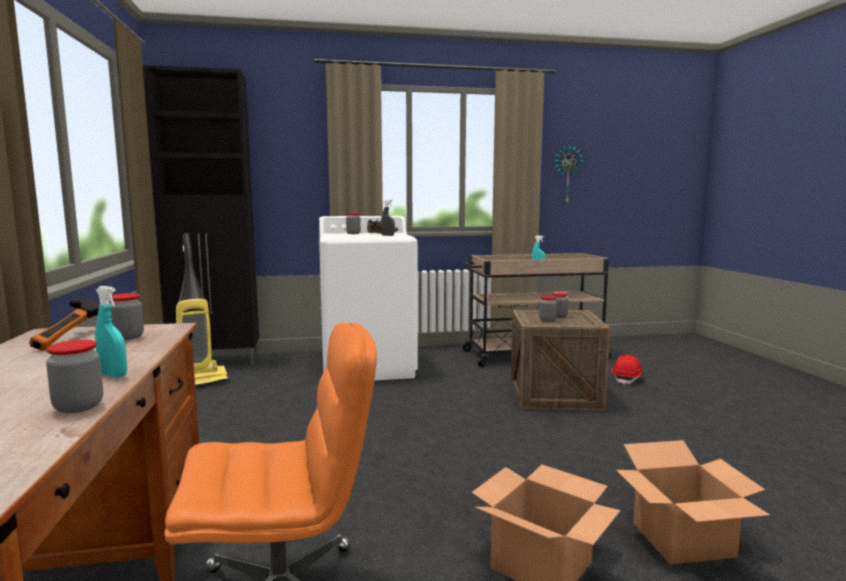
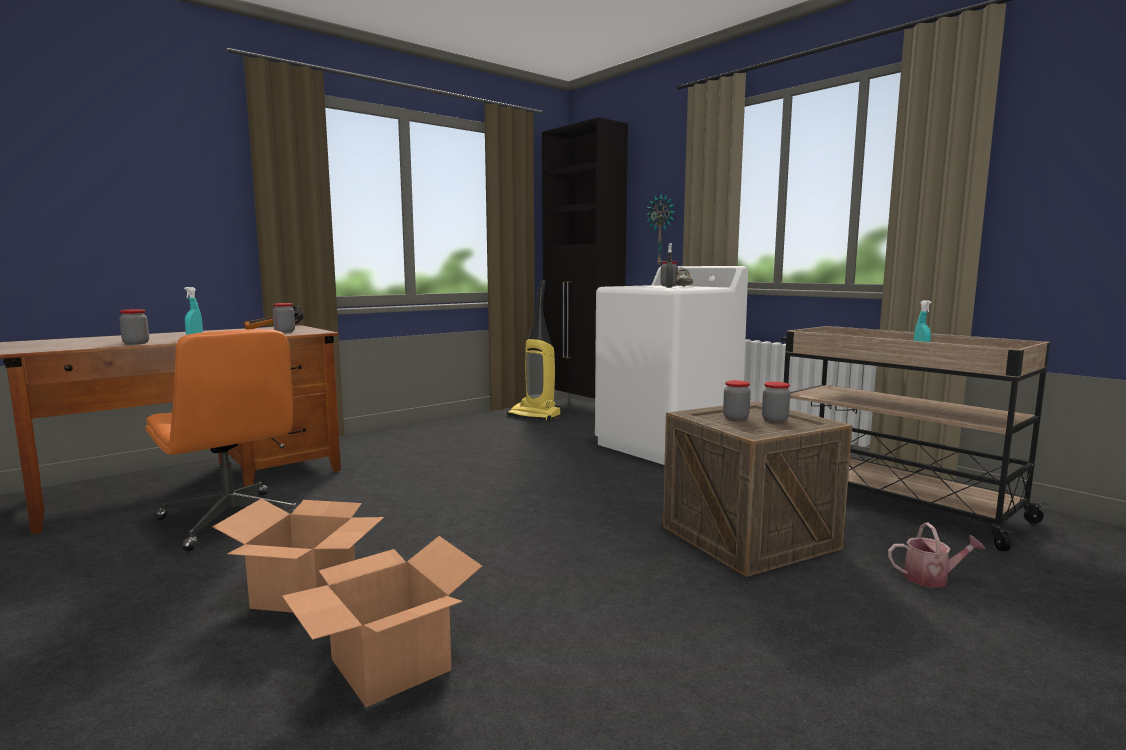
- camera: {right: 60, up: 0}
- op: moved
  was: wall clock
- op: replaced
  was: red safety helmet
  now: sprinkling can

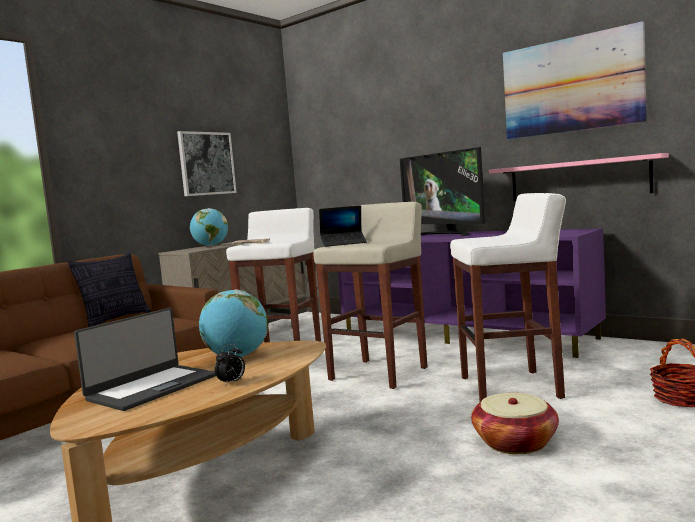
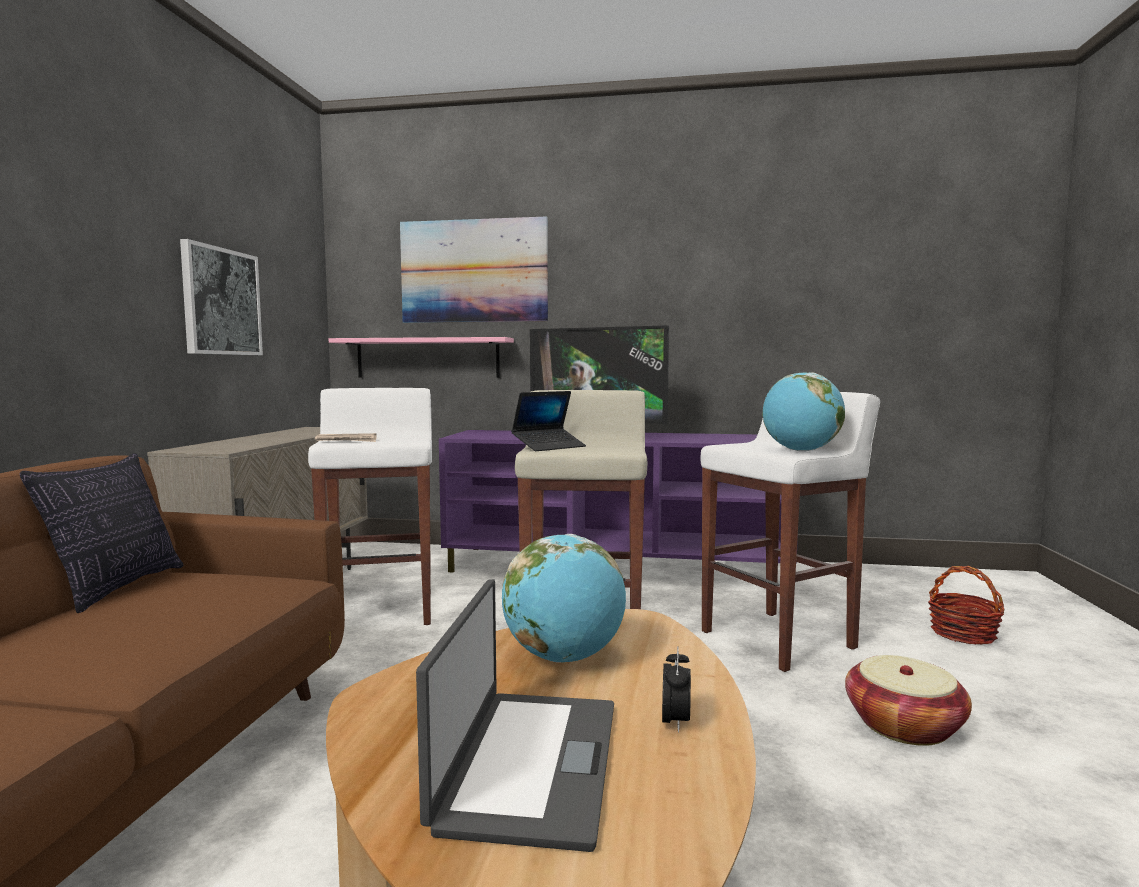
- camera: {right: -30, up: 0}
- op: moved
  was: wall art (2nd from left)
- op: moved
  was: pink-coloured shelf
- op: moved
  was: desk globe (1st from left in the first image)
  now: desk globe (2nd from left)

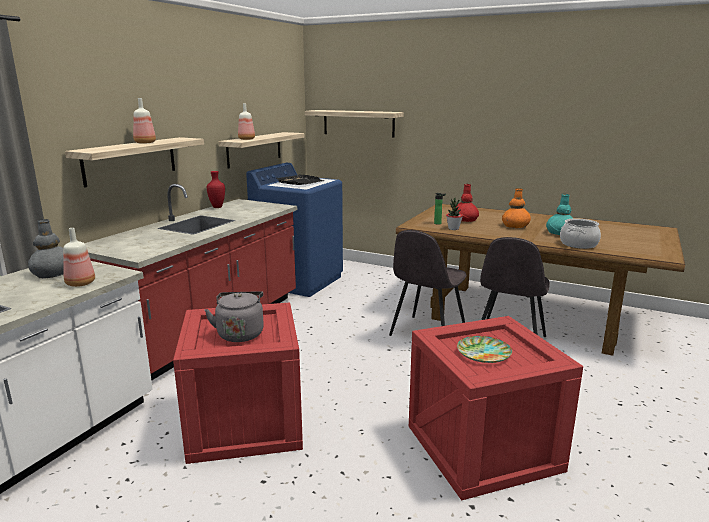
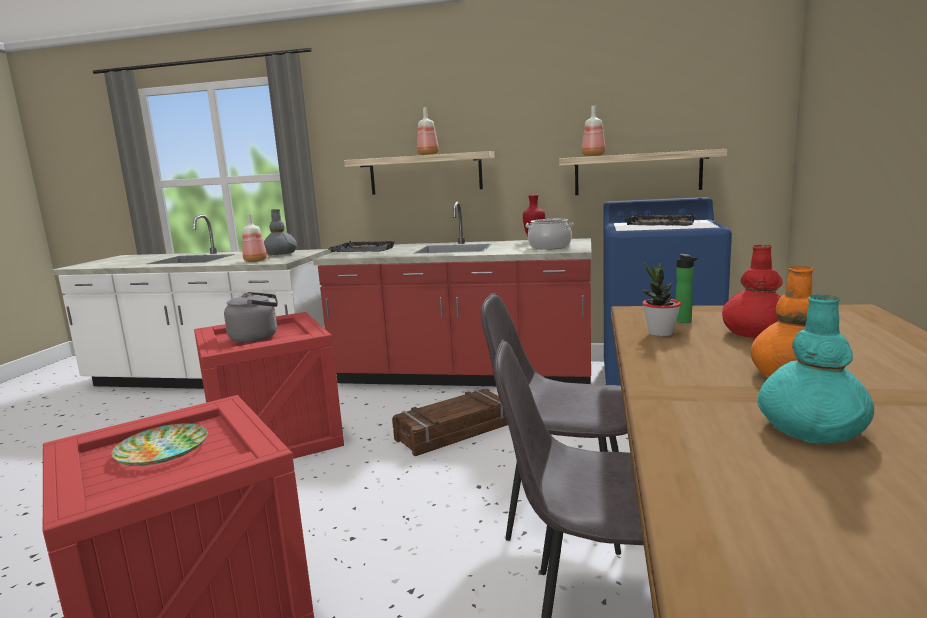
- camera: {right: 75, up: -5}
- op: removed
  was: shelf (3rd from left)
- op: moved
  was: stockpot
- op: added
  now: black serving tray (1st from left)
- op: added
  now: packing crate (3rd from left)

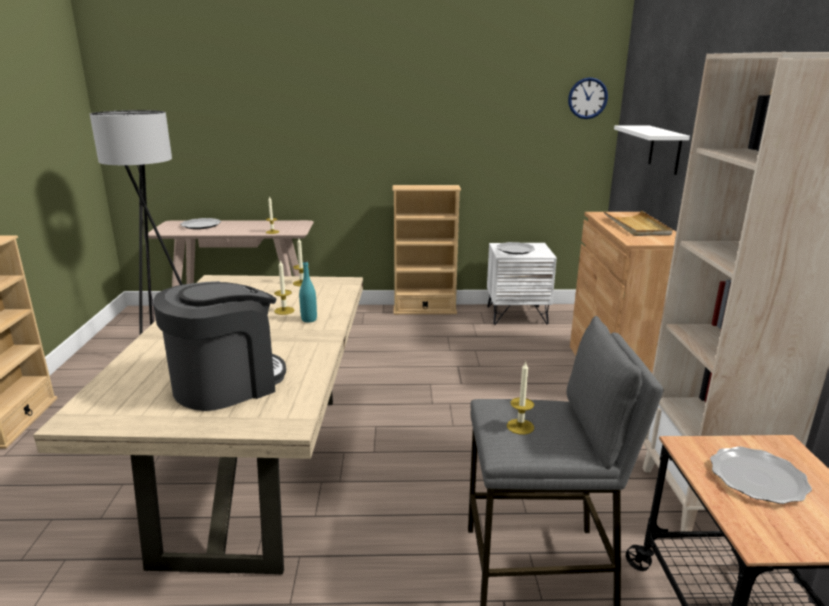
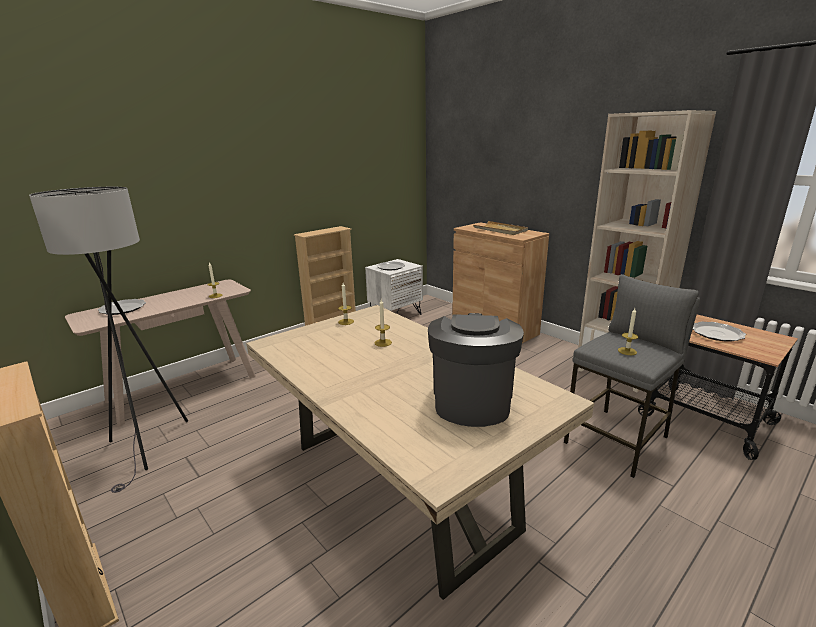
- camera: {right: -40, up: 0}
- op: removed
  was: wall clock
- op: removed
  was: white-coloured shelf
- op: removed
  was: turquoise bottle

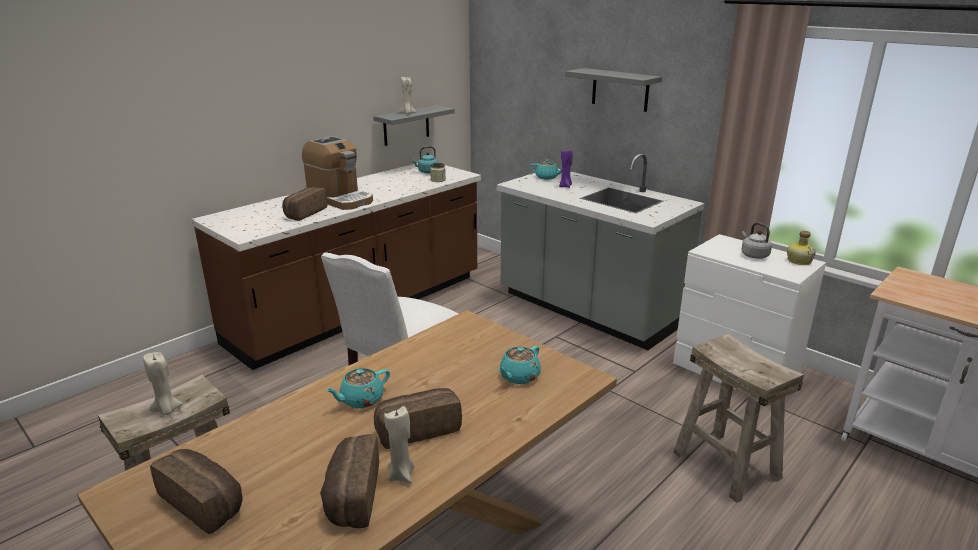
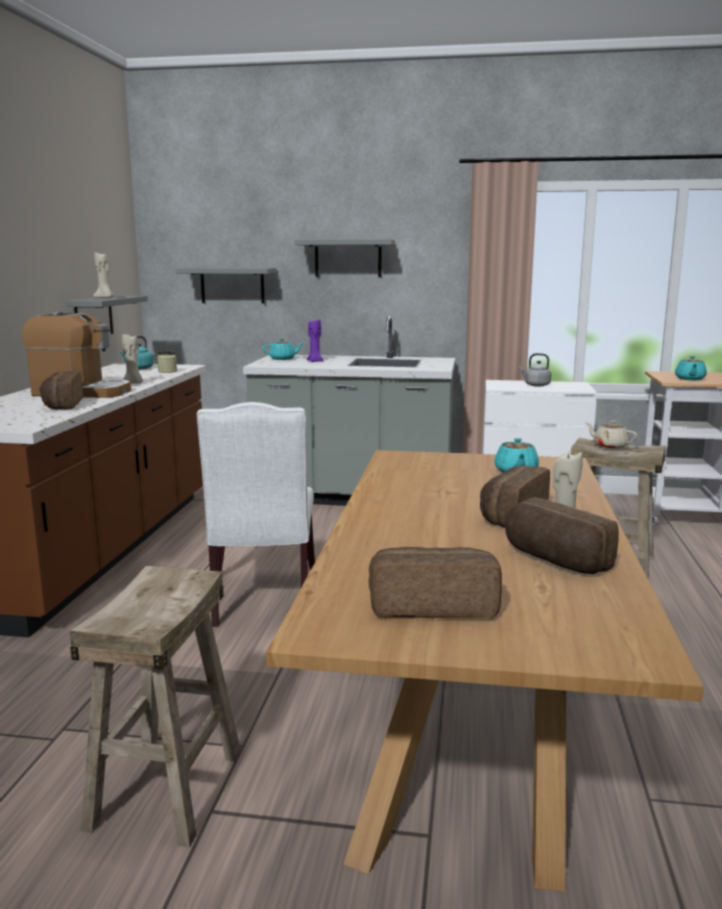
- camera: {right: -35, up: -10}
- op: removed
  was: bottle
- op: moved
  was: sand-coloured wax candle (1st from left in the first image)
  now: sand-coloured wax candle (2nd from left)
- op: moved
  was: turquoise tea pot (1st from left in the first image)
  now: turquoise tea pot (3rd from left)
- op: added
  now: greyish shelf (2nd from left)
- op: added
  now: sand-coloured tea pot

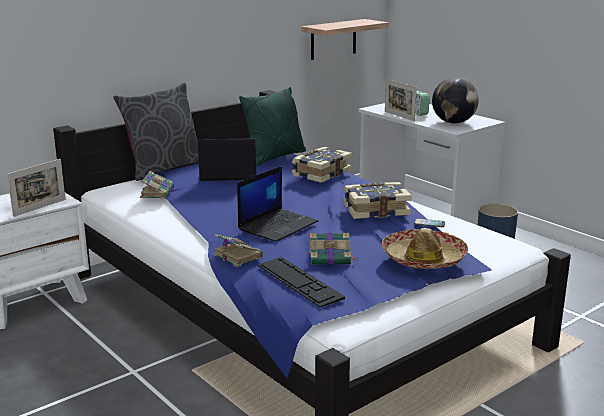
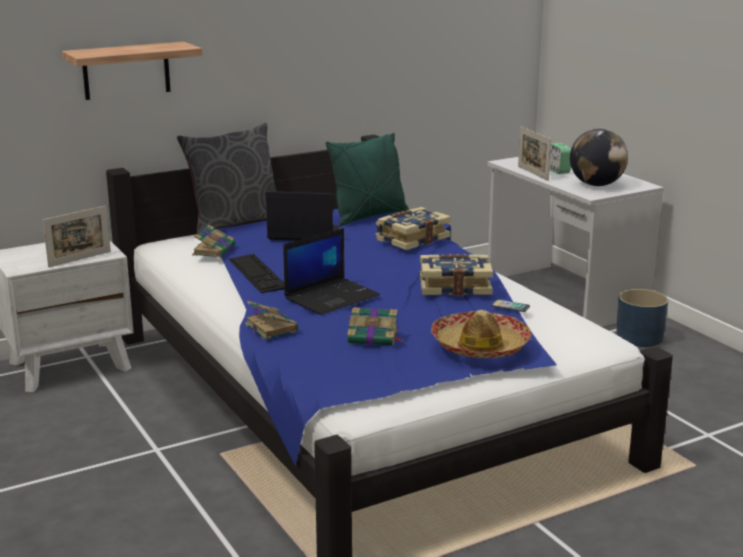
- camera: {right: 10, up: 0}
- op: moved
  was: shelf
- op: moved
  was: PC keyboard

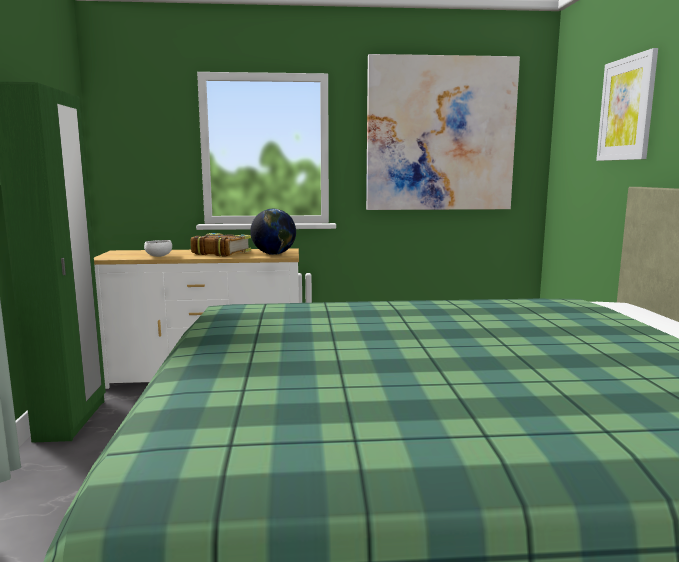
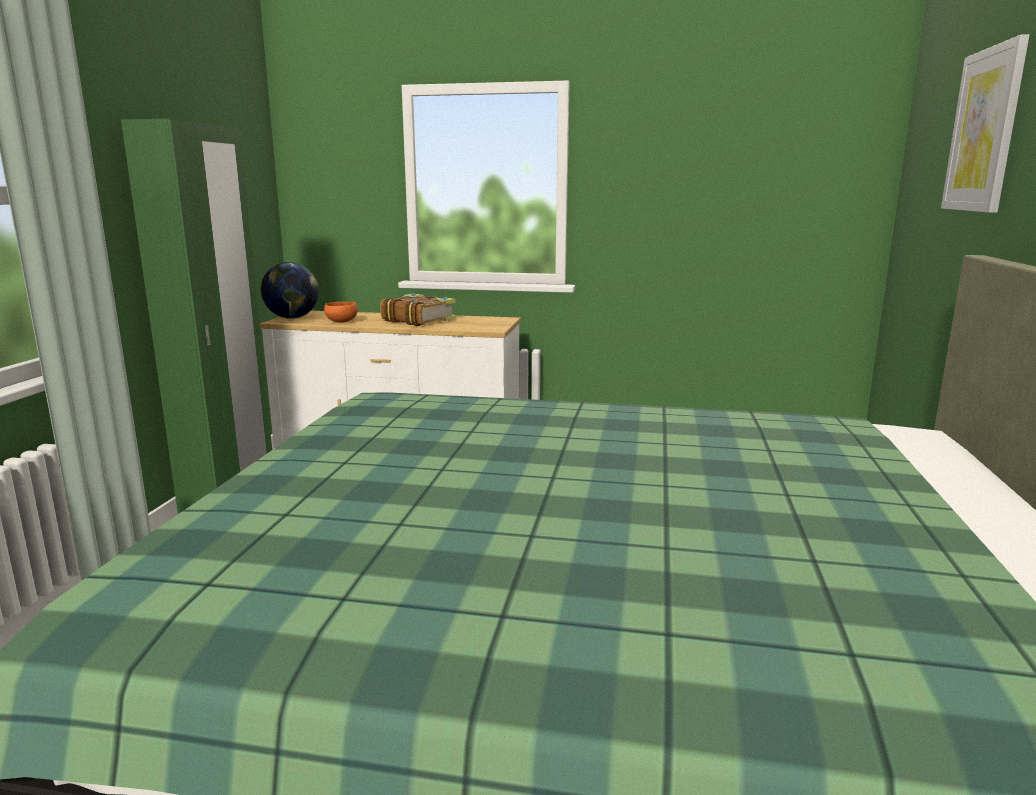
- camera: {right: 15, up: 5}
- op: removed
  was: wall art (1st from left)
- op: moved
  was: desk globe
- op: recoloured
  was: white-coloured bowl
  now: orange-coloured bowl

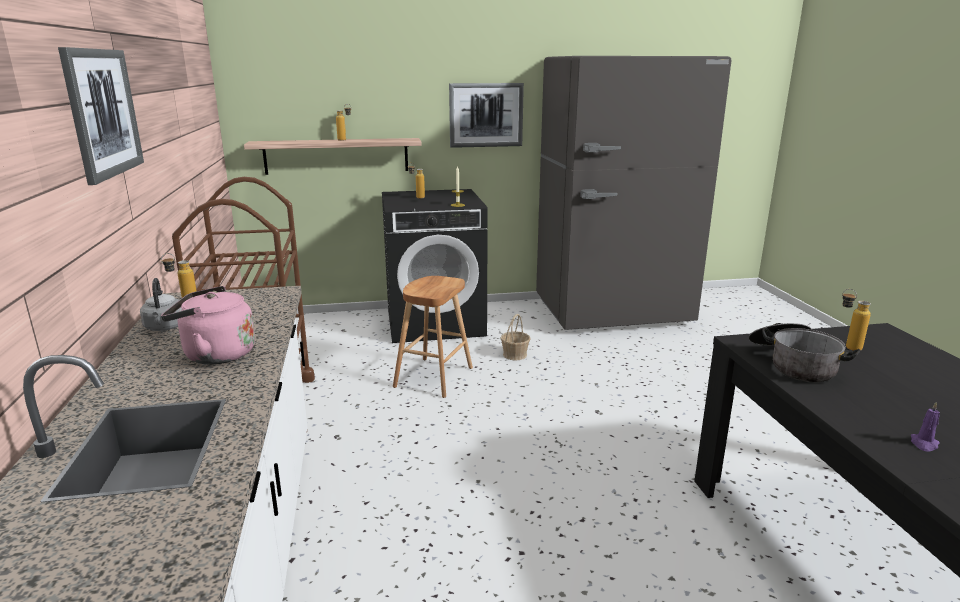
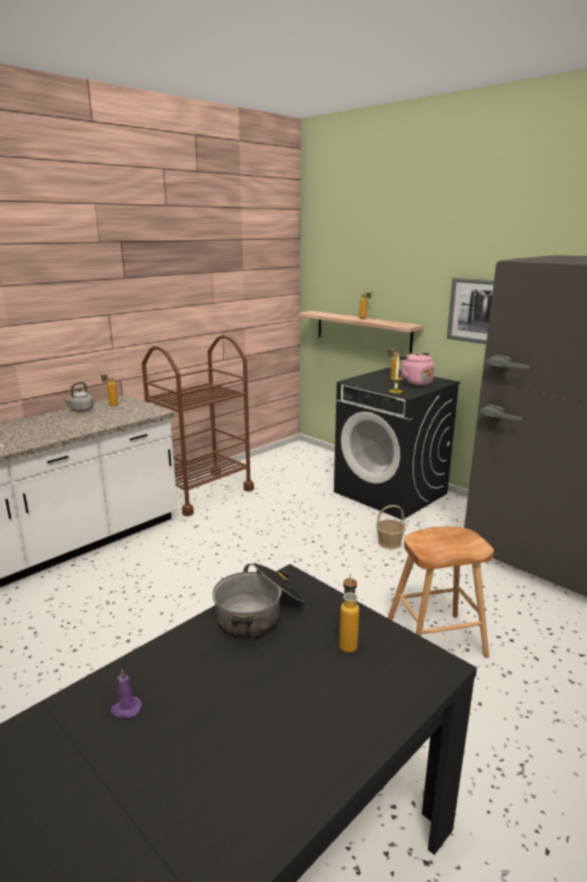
- camera: {right: 55, up: 0}
- op: removed
  was: wall art (1st from left)
- op: moved
  was: brown stool
- op: moved
  was: pink-coloured kettle

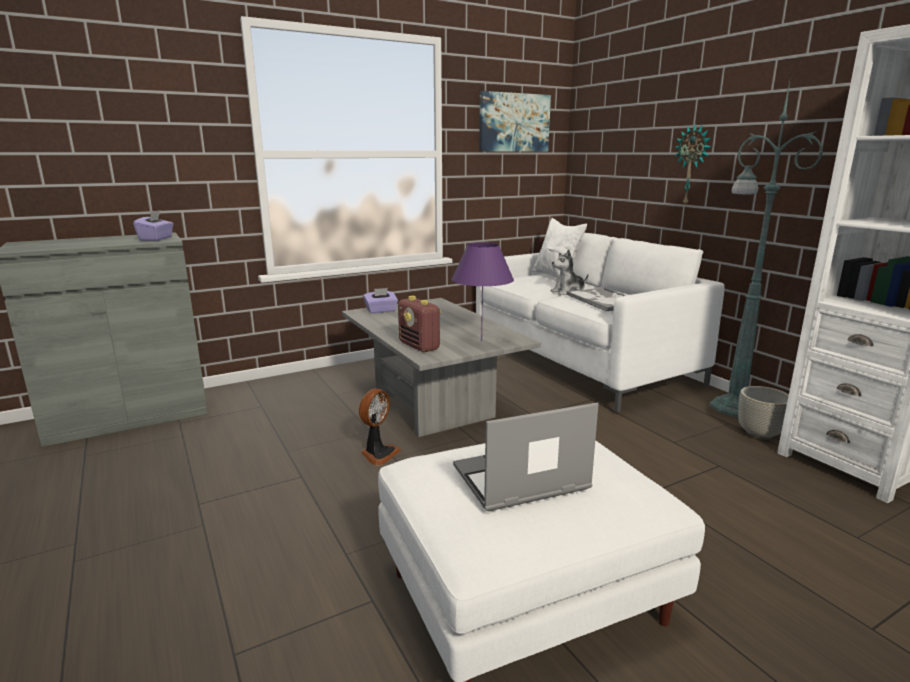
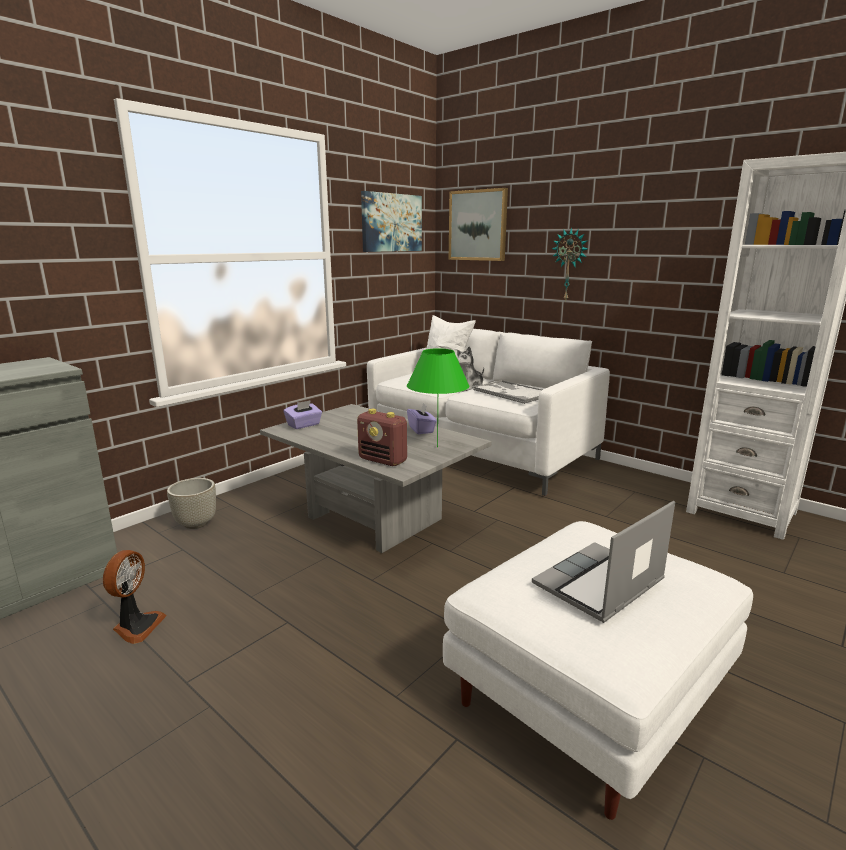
- camera: {right: -20, up: 0}
- op: removed
  was: greenish standard lamp
- op: moved
  was: purple tissue box (1st from left in the first image)
  now: purple tissue box (2nd from left)
- op: recoloured
  was: purple table lamp
  now: greenish table lamp
- op: moved
  was: greyish flower pot
- op: moved
  was: electric fan
- op: added
  now: wall art (2nd from left)

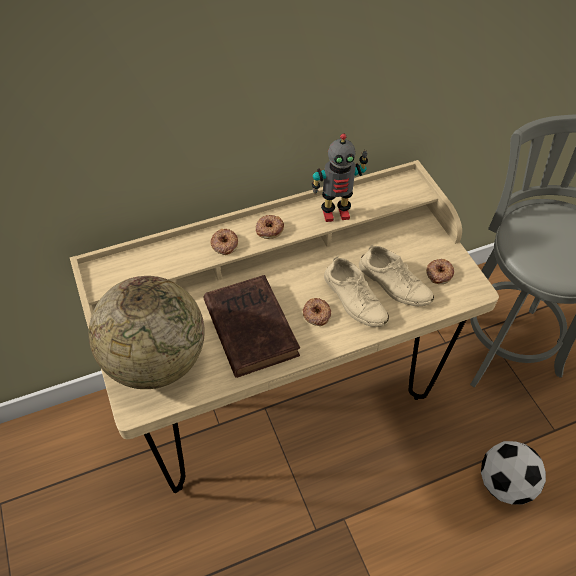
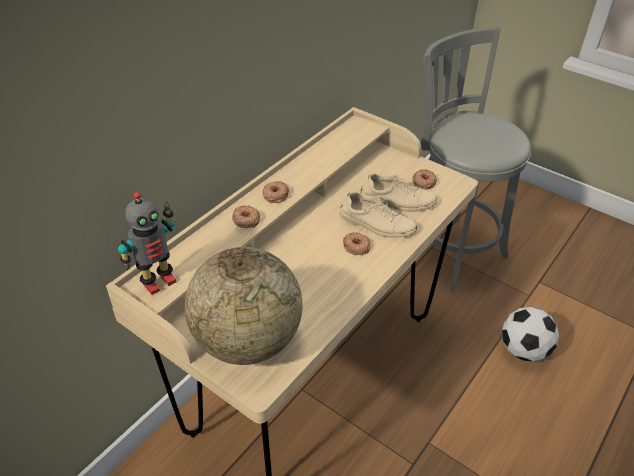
- camera: {right: -30, up: -10}
- op: moved
  was: toy robot
- op: removed
  was: brown book

